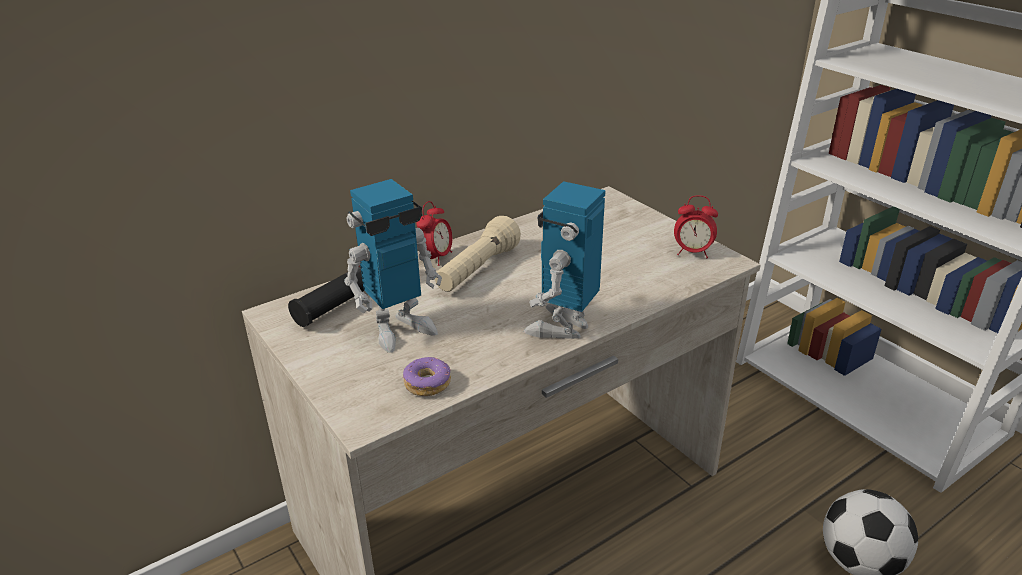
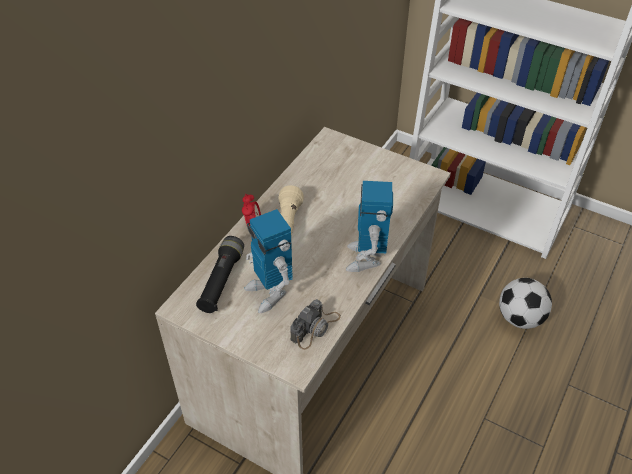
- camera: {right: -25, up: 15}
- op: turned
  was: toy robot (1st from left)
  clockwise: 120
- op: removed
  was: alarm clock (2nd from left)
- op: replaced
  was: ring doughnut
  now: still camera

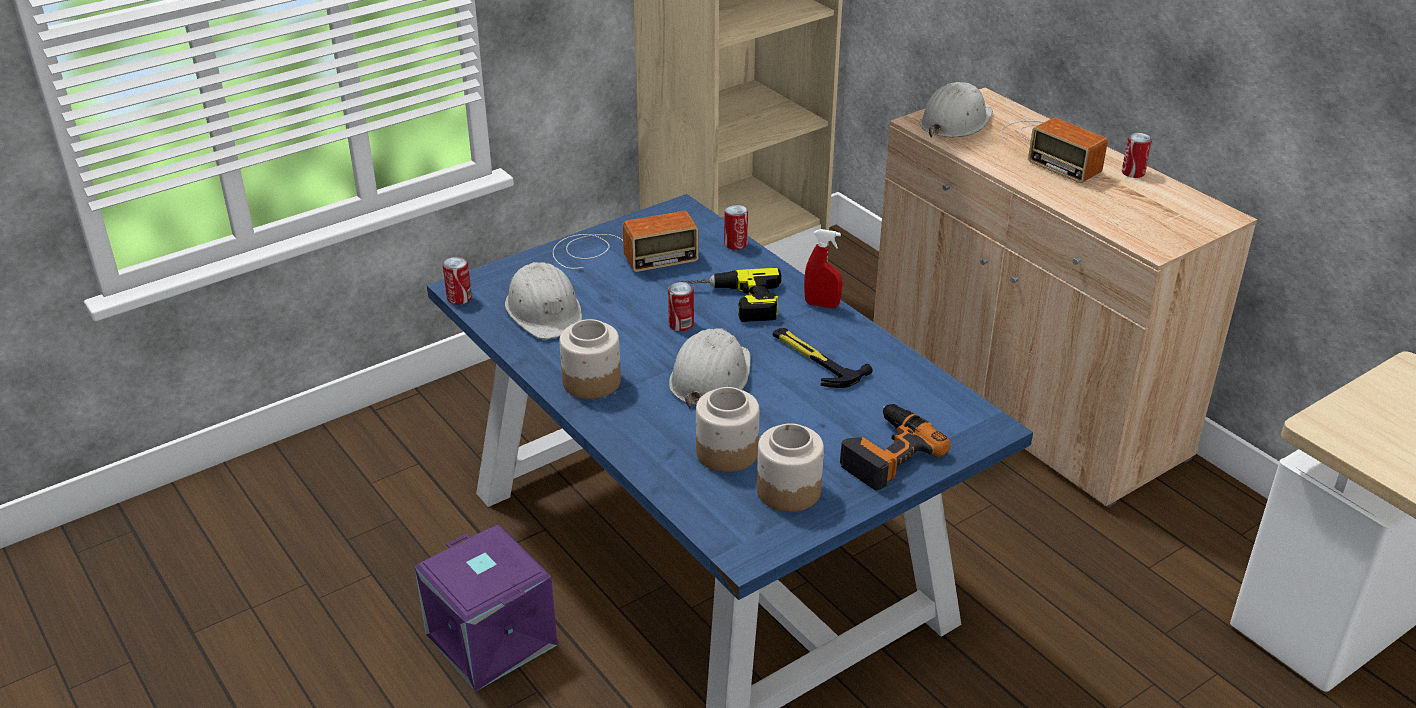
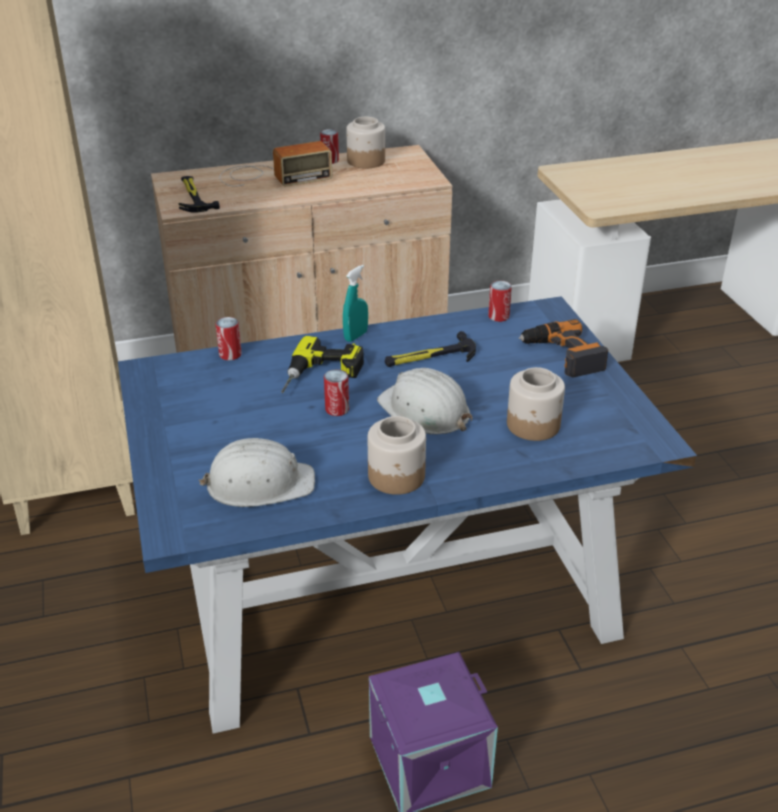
- camera: {right: -70, up: 0}
- op: replaced
  was: white-coloured safety helmet (3rd from left)
  now: tool hammer (1st from left)
- op: removed
  was: radio set (1st from left)
- op: recoloured
  was: red spray bottle
  now: turquoise spray bottle
- op: moved
  was: sealed can (1st from left in the first image)
  now: sealed can (4th from left)
- op: moved
  was: preserve jar (3rd from left in the first image)
  now: preserve jar (1st from left)

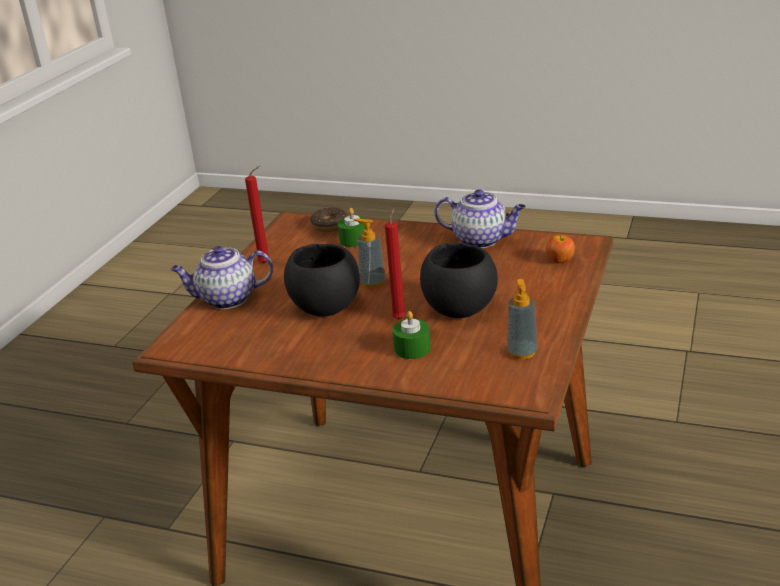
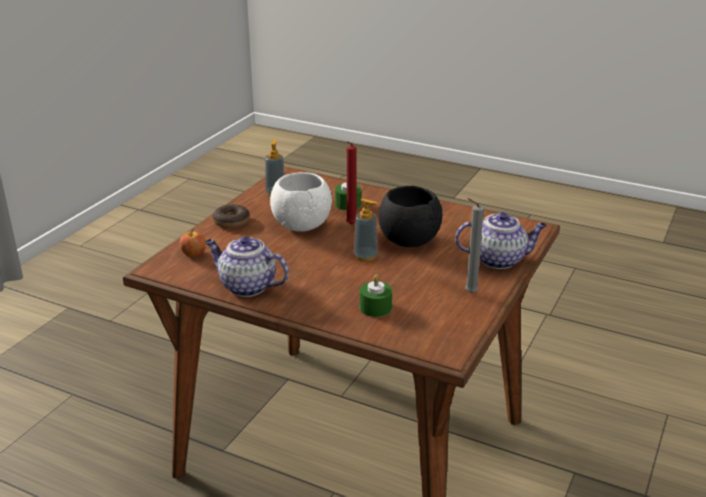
- camera: {right: -175, up: 0}
- op: recoloured
  was: red wax candle (1st from left)
  now: greyish wax candle
- op: moved
  was: ring doughnut
- op: recoloured
  was: black bowl (2nd from left)
  now: white-coloured bowl

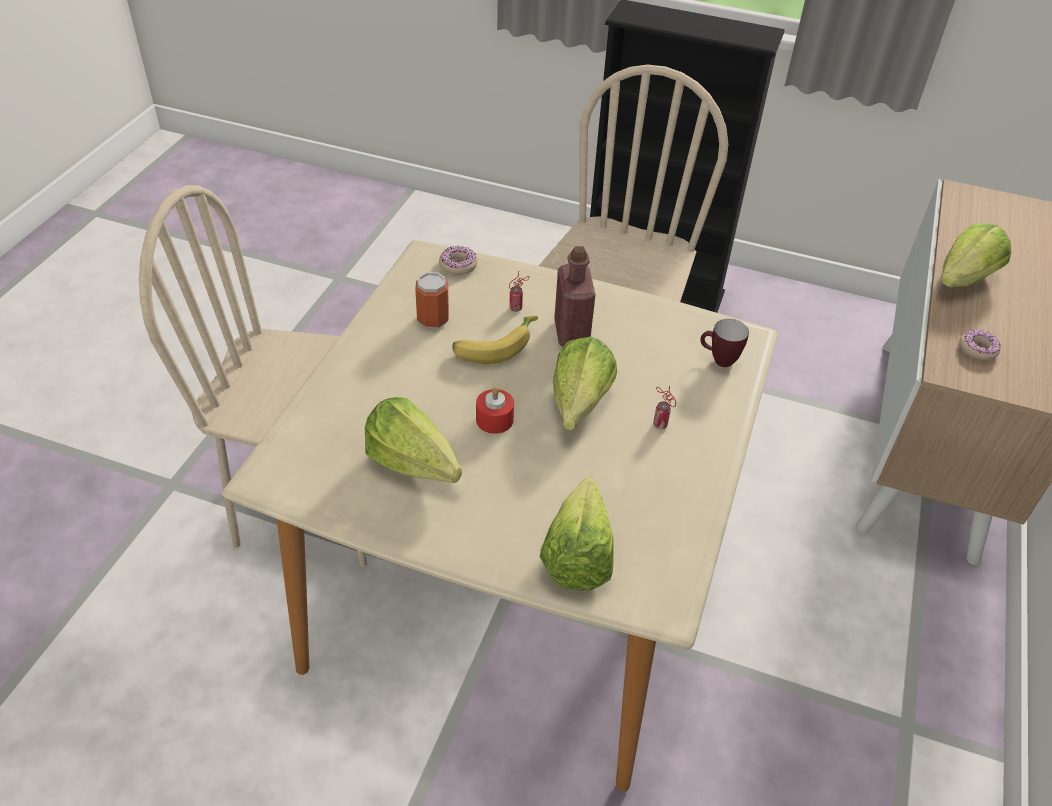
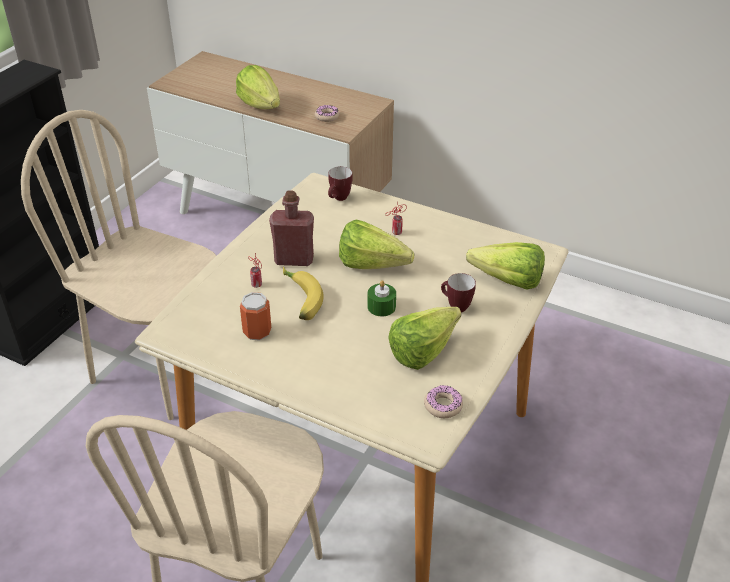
- camera: {right: -80, up: -5}
- op: moved
  was: ring doughnut (1st from left in the first image)
  now: ring doughnut (2nd from left)
- op: recoloured
  was: red wax candle
  now: greenish wax candle
- op: added
  now: coffee mug (2nd from left)

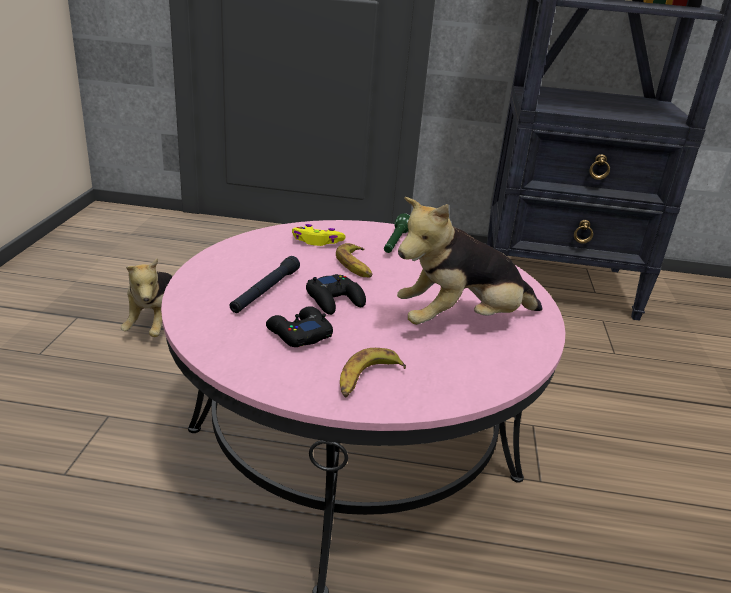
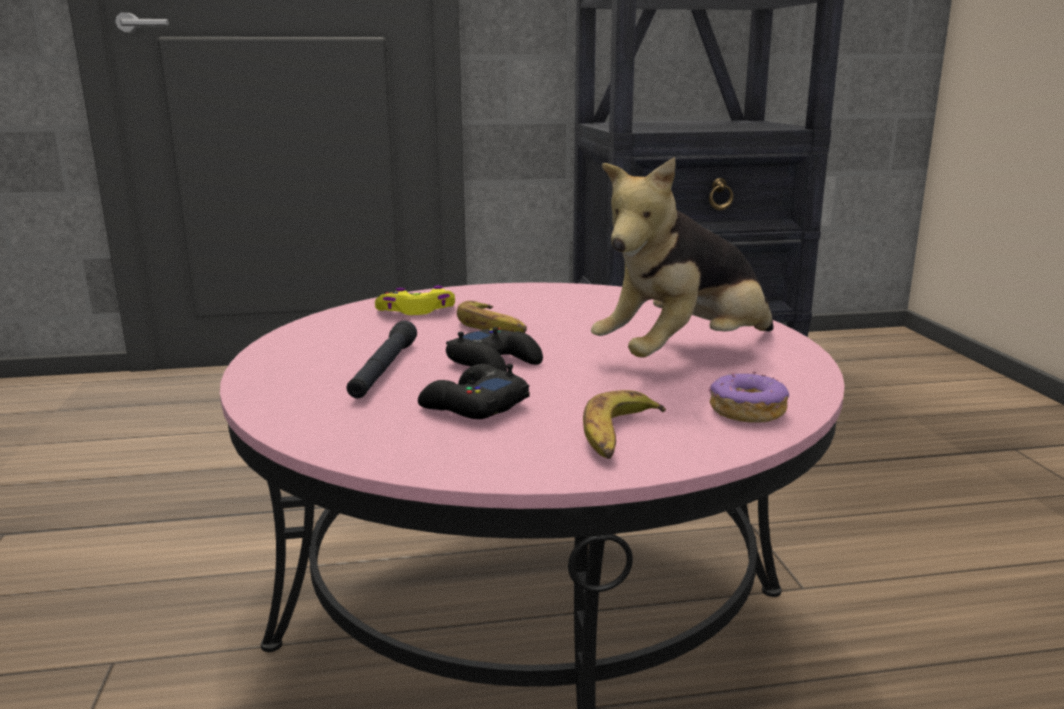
- camera: {right: -15, up: -10}
- op: removed
  was: greenish torch
- op: removed
  was: soft toy (1st from left)
- op: added
  now: ring doughnut

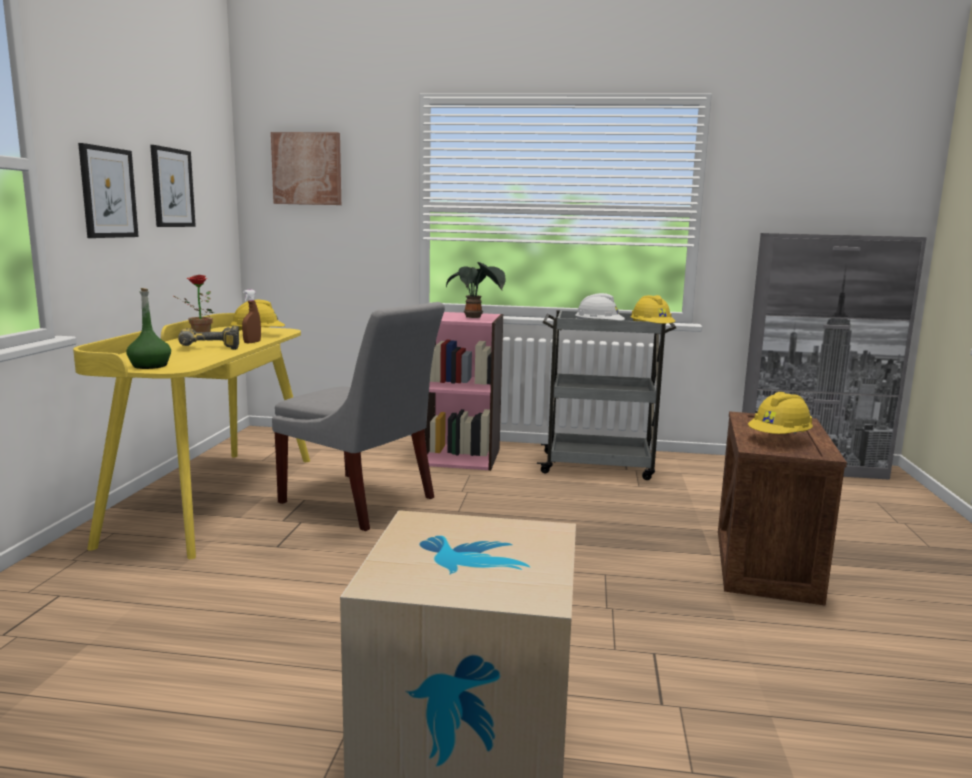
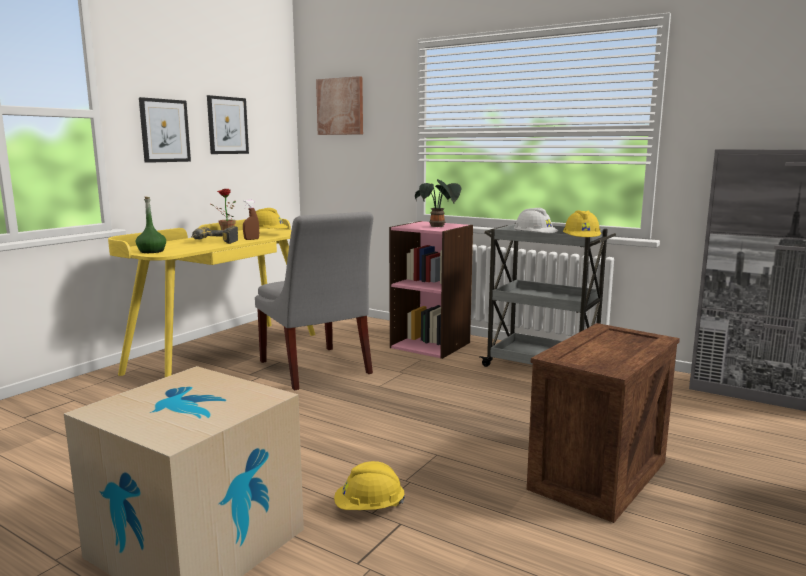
- camera: {right: 25, up: 0}
- op: moved
  was: yellow-coloured safety helmet (3rd from left in the first image)
  now: yellow-coloured safety helmet (2nd from left)

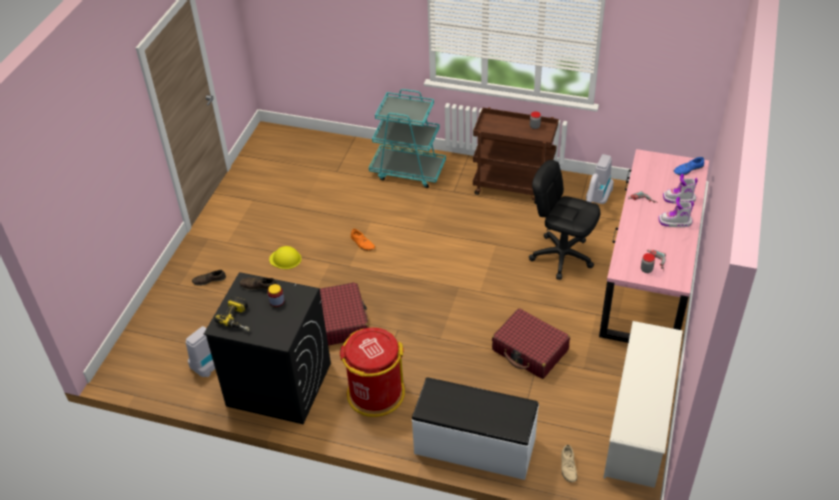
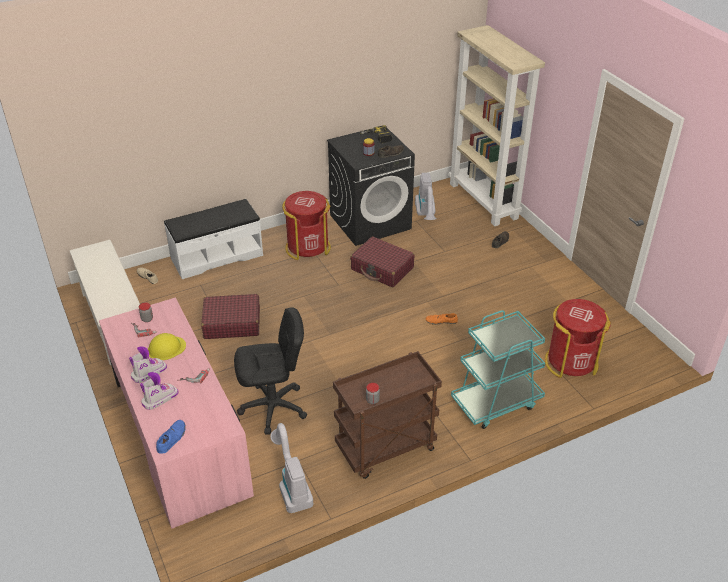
- camera: {right: 135, up: -5}
- op: moved
  was: yellow-coloured safety helmet
- op: added
  now: sand-coloured bookshelf
- op: added
  now: red trash can (2nd from left)

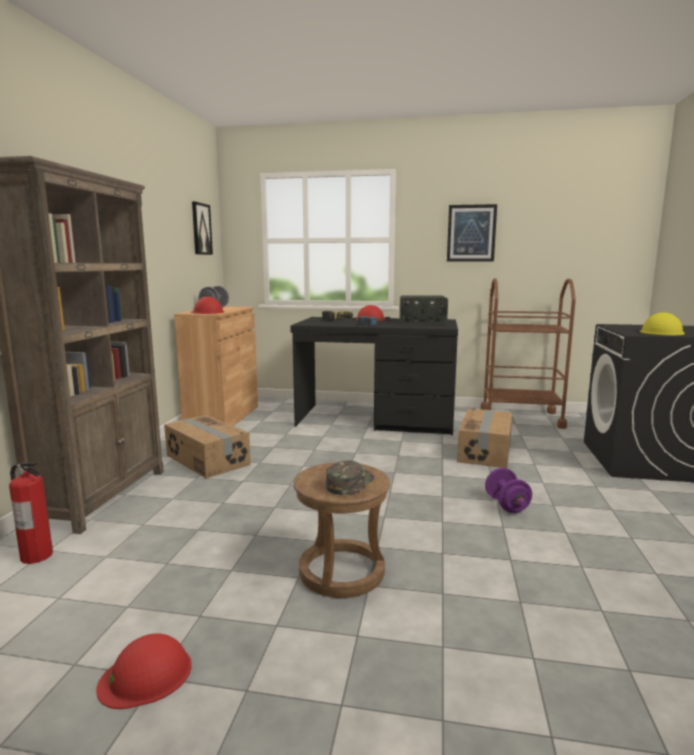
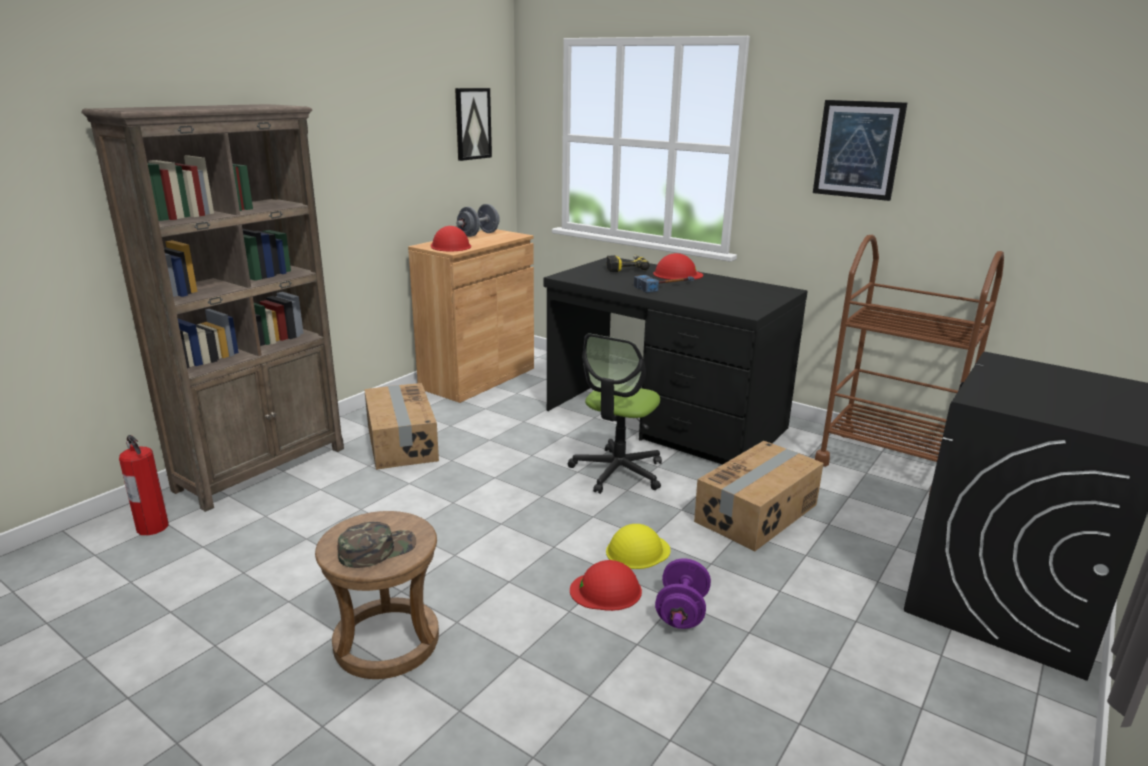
- camera: {right: 25, up: 10}
- op: removed
  was: radio set
- op: moved
  was: yellow-coloured safety helmet
- op: moved
  was: red safety helmet (1st from left in the first image)
  now: red safety helmet (2nd from left)
- op: added
  now: computer chair

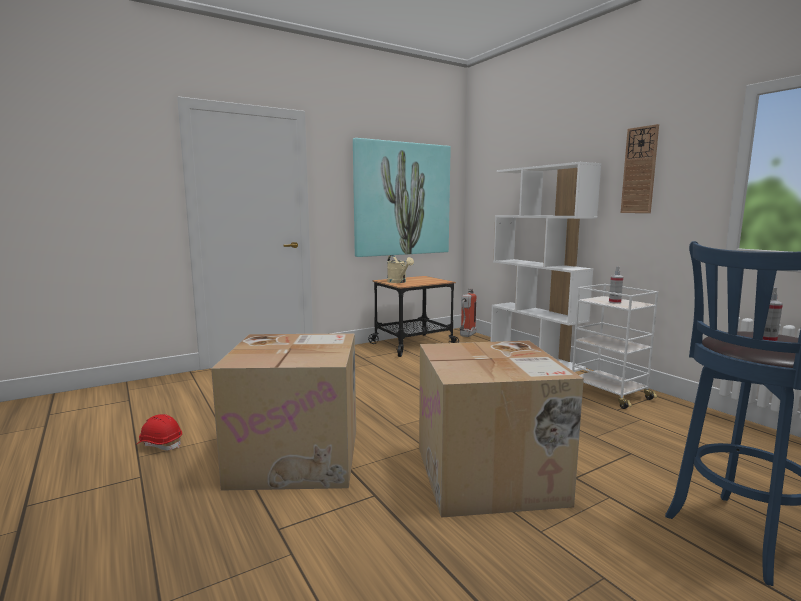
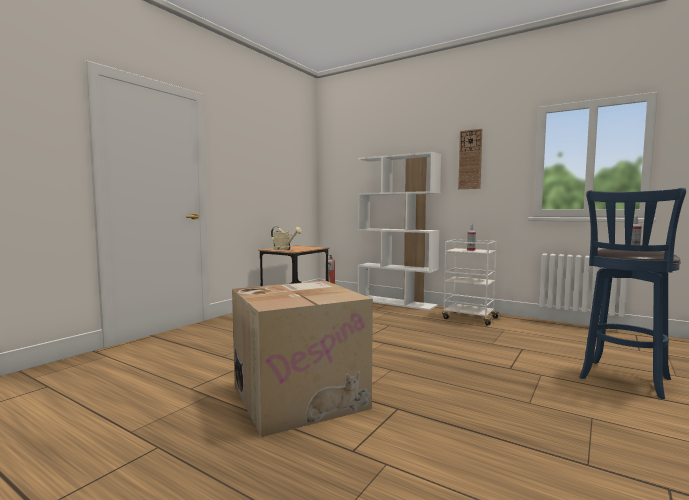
- camera: {right: -25, up: -5}
- op: removed
  was: wall art
- op: removed
  was: carton (2nd from left)
- op: removed
  was: red safety helmet

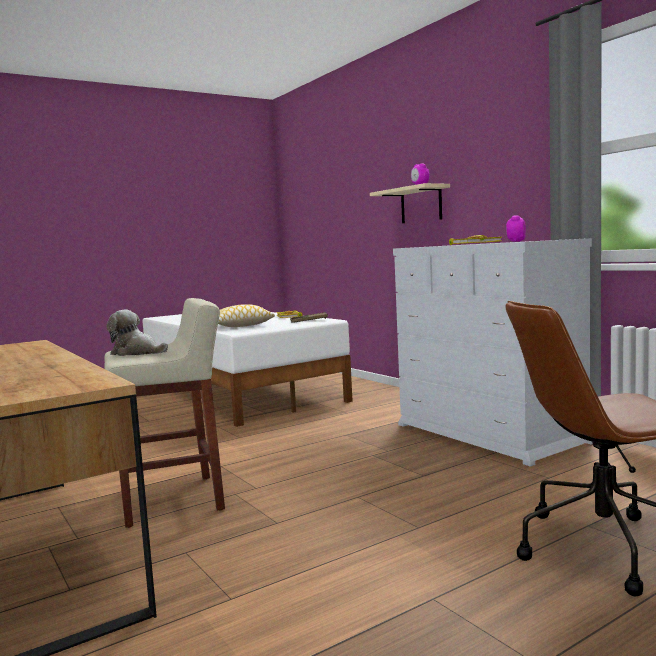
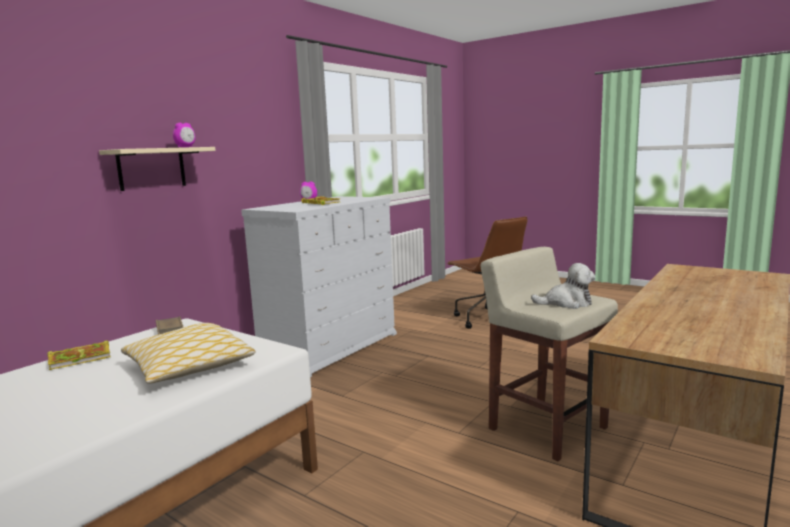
- camera: {right: -110, up: 5}
- op: turned
  was: soft toy
  clockwise: -90

